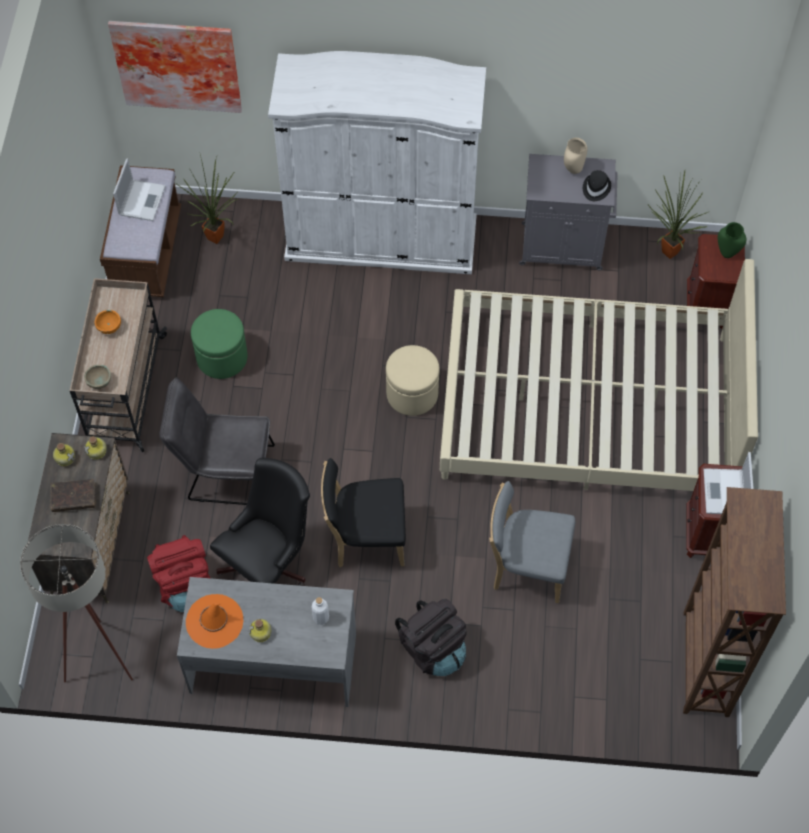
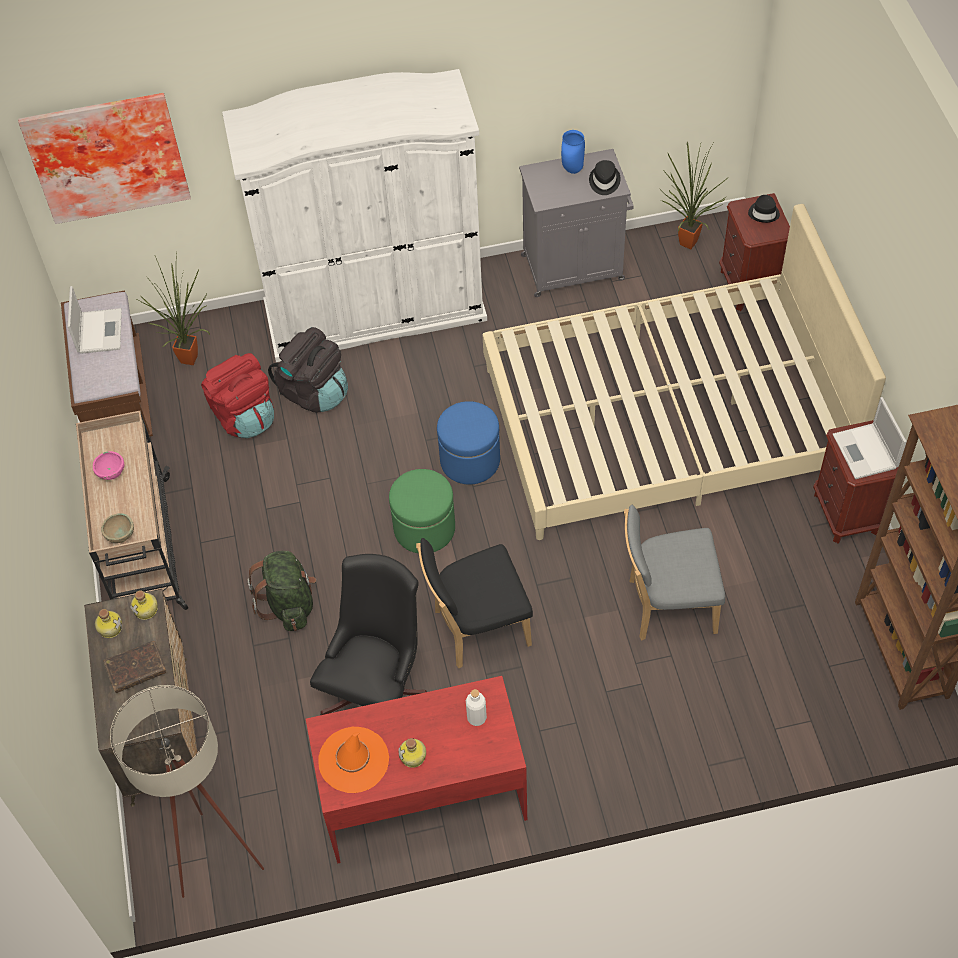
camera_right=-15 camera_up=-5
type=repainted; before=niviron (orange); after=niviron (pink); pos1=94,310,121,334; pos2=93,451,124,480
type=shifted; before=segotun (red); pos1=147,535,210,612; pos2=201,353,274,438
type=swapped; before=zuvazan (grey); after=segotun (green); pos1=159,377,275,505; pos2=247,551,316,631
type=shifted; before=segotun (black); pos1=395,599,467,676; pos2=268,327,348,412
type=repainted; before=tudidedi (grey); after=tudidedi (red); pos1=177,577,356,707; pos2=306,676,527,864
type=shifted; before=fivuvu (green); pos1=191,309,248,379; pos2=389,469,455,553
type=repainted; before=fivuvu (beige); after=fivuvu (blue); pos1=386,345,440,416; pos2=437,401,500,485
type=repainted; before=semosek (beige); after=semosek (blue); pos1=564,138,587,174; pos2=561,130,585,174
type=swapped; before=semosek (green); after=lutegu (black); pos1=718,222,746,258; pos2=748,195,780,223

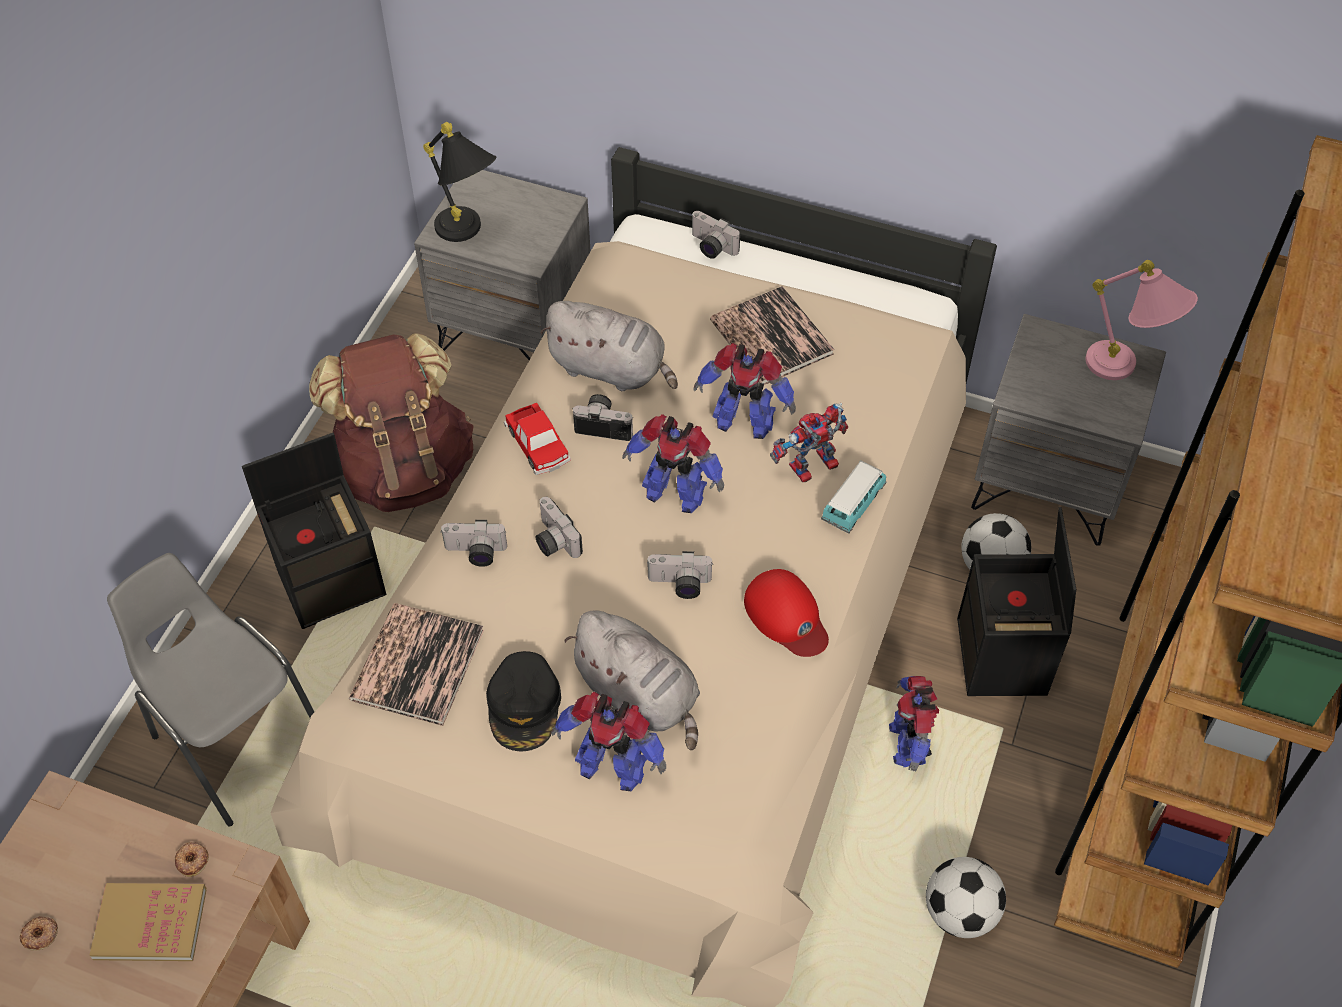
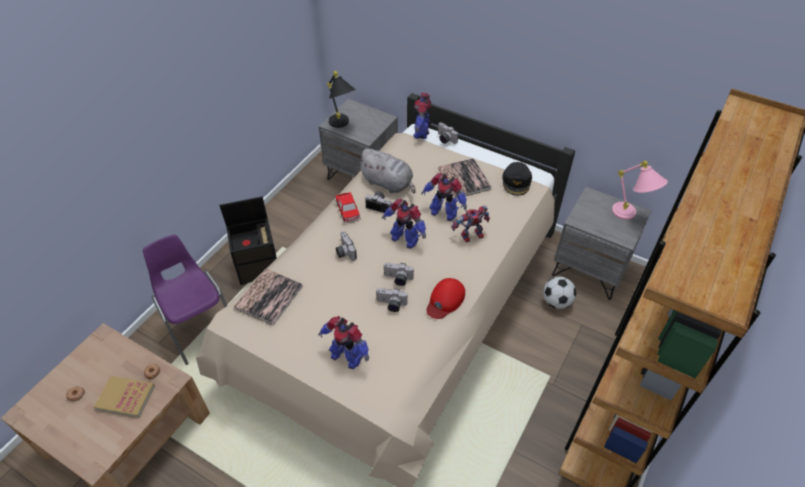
camera_right=10 camera_up=-5
type=repainted; before=zuvazan (grey); after=zuvazan (purple); pos1=107,553,314,827; pos2=143,234,227,365
type=shifted; before=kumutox; pos1=440,520,507,567; pos2=376,288,408,312
type=shifted; before=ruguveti; pos1=889,676,939,772; pos2=413,93,431,139
type=rotated; before=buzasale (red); pos1=744,569,829,657; pos2=426,278,465,319; turn=60
type=shifted; before=buzasale (black); pos1=486,651,561,752; pos2=502,162,532,196
type=gone; before=segotun (brown); pos1=309,333,474,512
type=gone; before=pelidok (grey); pos1=564,610,700,750
type=gone; before=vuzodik; pos1=821,460,886,534
type=gone; before=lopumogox; pos1=926,857,1006,938
type=gone; before=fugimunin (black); pos1=957,507,1076,696

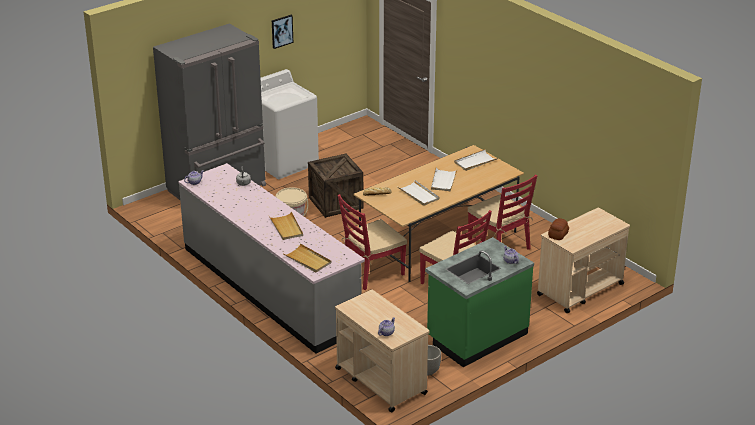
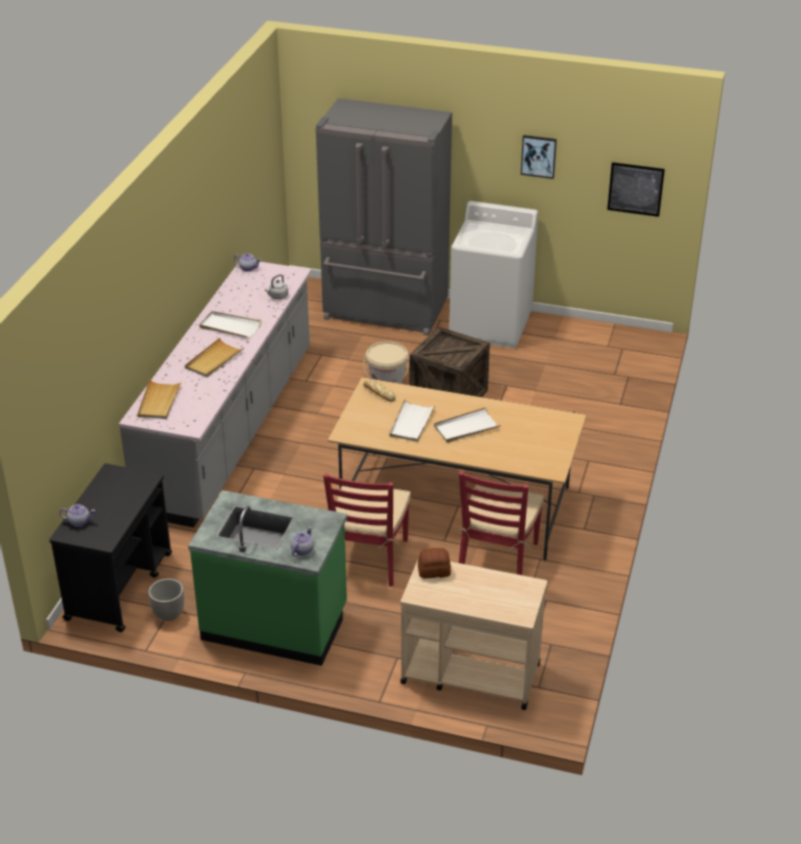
camera_right=55 camera_up=5
type=repainted; before=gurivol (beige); after=gurivol (black); pos1=335,289,430,412; pos2=49,463,172,632
type=shifted; before=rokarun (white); pos1=454,149,498,171; pos2=199,311,262,338
type=new; after=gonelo; pos2=607,162,665,217
type=gone; before=zuvazan (red); pos1=338,194,407,290

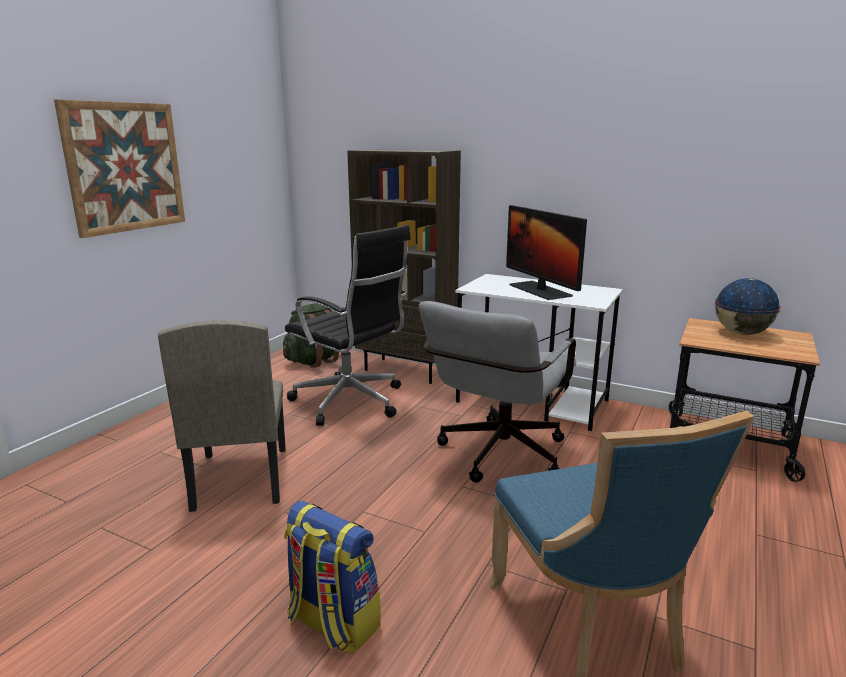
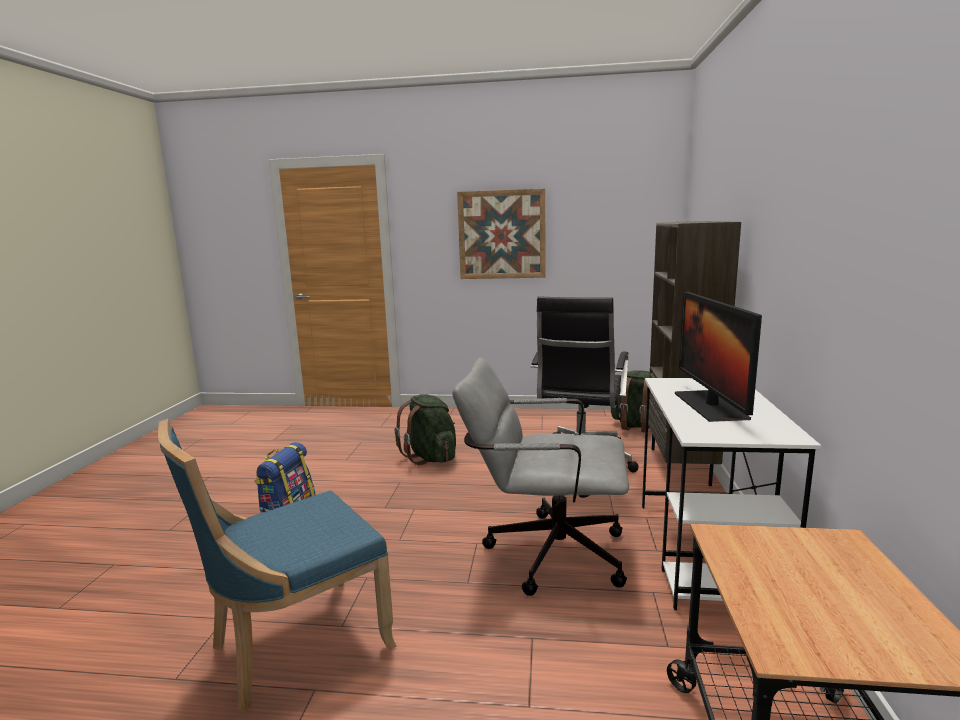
camera_right=70 camera_up=-5
type=swapped; before=zuvazan (beige); after=segotun (green); pos1=158,320,286,512; pos2=394,394,456,465
type=rotated; before=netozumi; pos1=506,205,587,300; pos2=675,292,762,422; turn=-45
type=gone; before=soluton; pos1=715,278,781,335

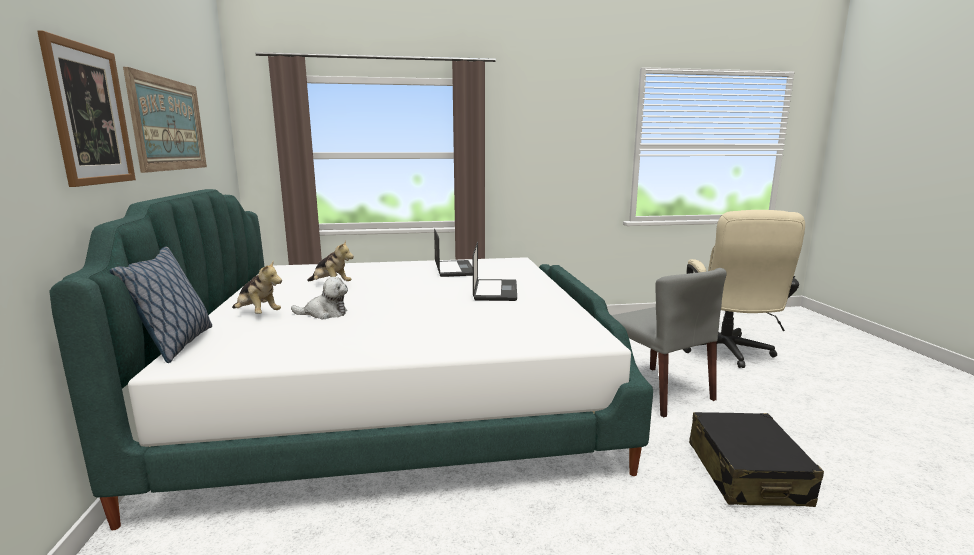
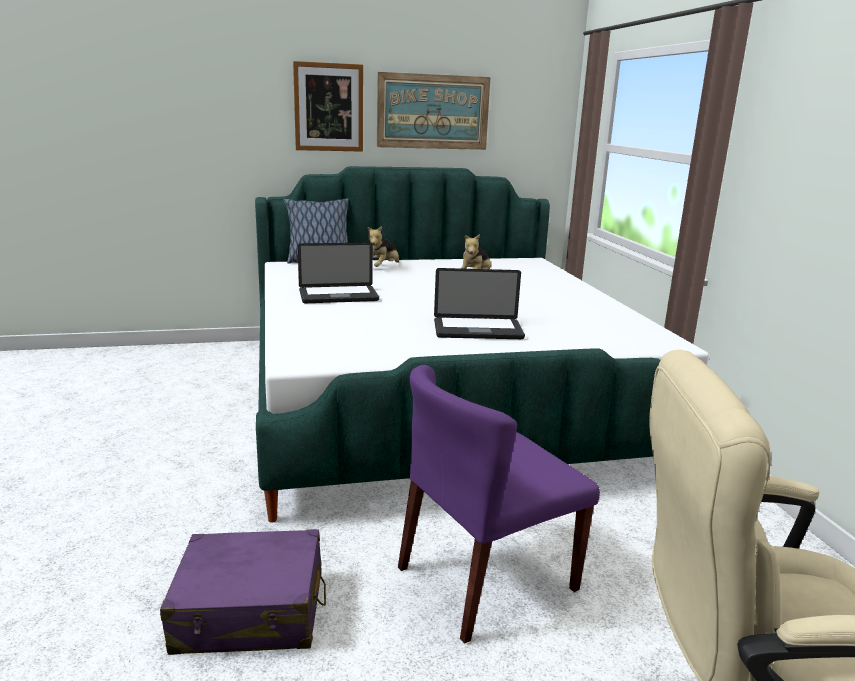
camera_right=85 camera_up=5
type=repainted; before=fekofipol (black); after=fekofipol (purple); pos1=689,412,824,507; pos2=160,529,326,655
type=shifted; before=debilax; pos1=434,229,473,277; pos2=298,243,379,303
type=repainted; before=zuvazan (grey); after=zuvazan (purple); pos1=611,268,727,417; pos2=398,365,600,644
type=gone; before=pelidok; pos1=291,277,348,320

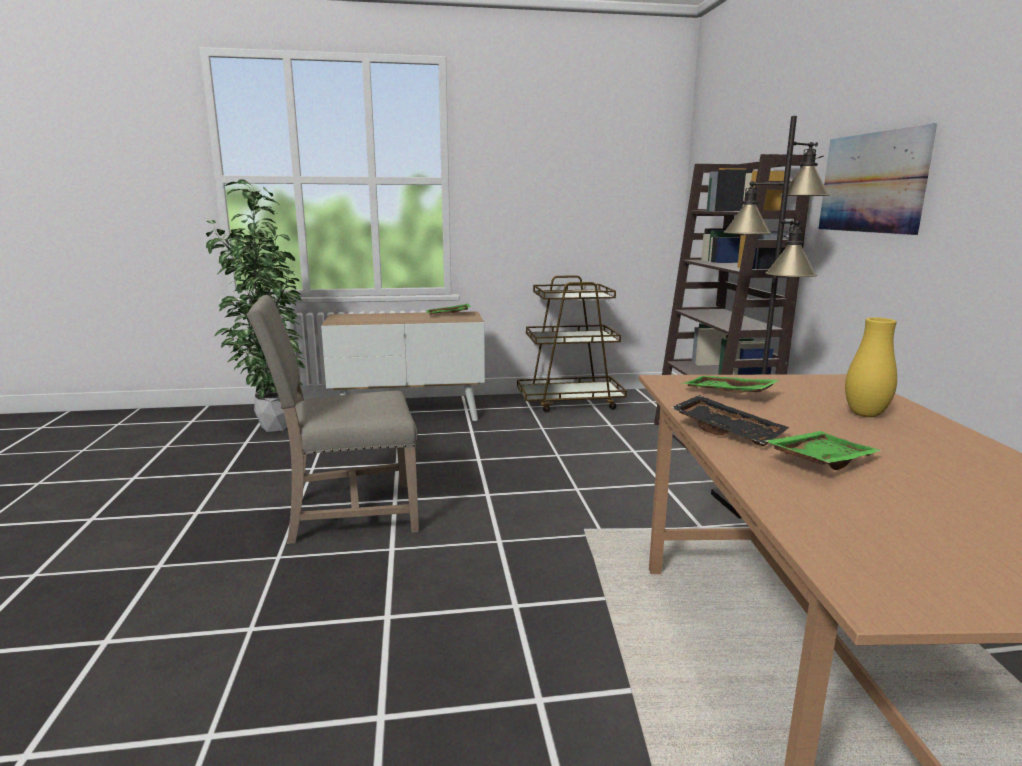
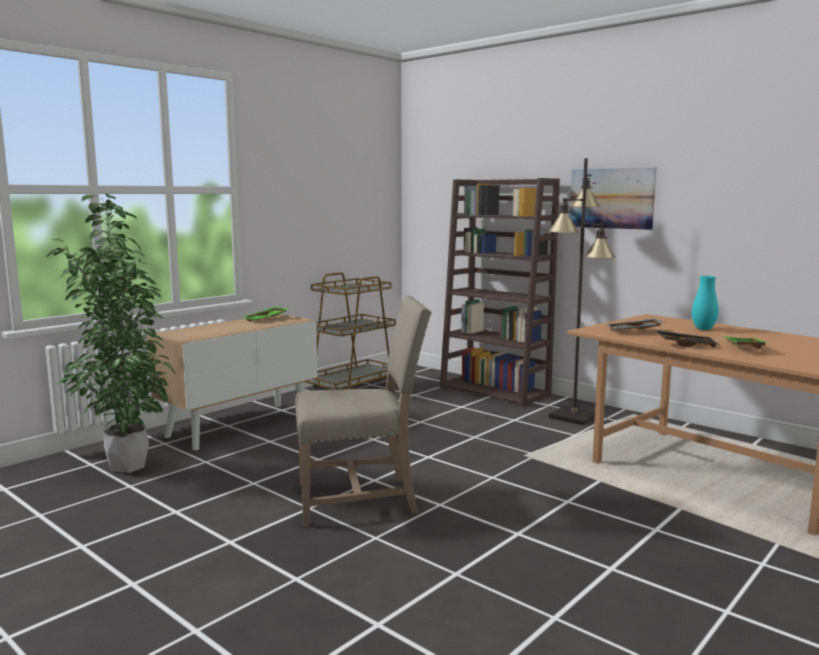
camera_right=-40 camera_up=-5
type=rotated; before=zuvazan (beige); pos1=247,295,419,544; pos2=295,296,432,527; turn=-135
type=repainted; before=rokarun (green); after=rokarun (grey); pos1=683,376,779,393; pos2=606,318,664,331
type=repainted; before=semosek (yellow); after=semosek (turquoise); pos1=845,317,897,417; pos2=692,276,719,330

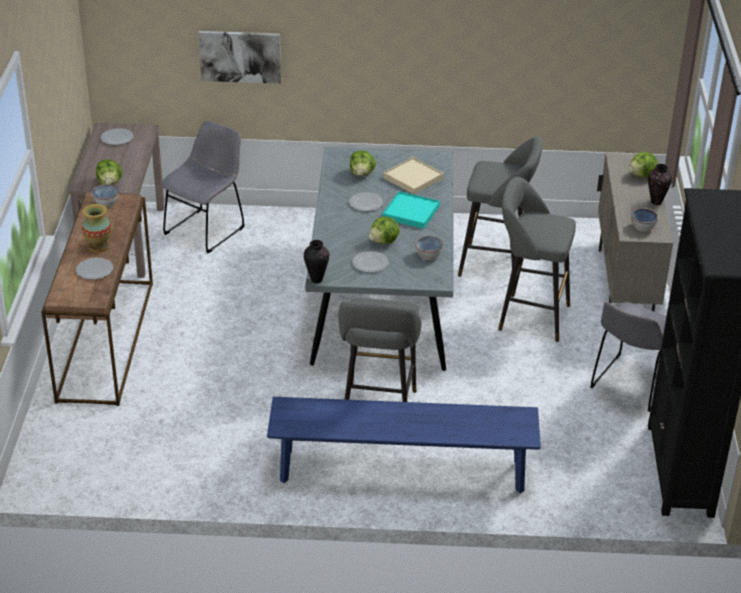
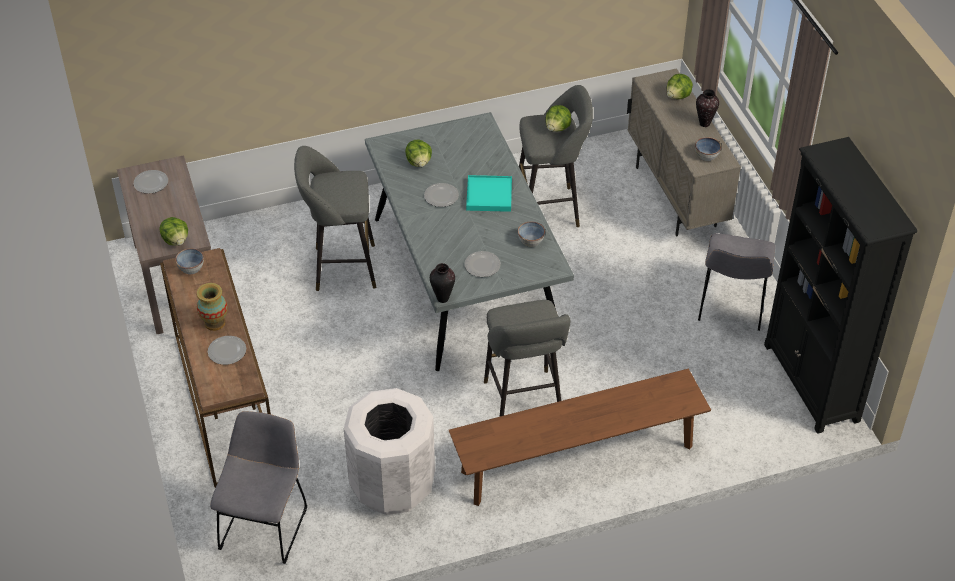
camera_right=-20 camera_up=10
type=shifted; before=zuvazan (grey); pos1=161,121,245,253; pos2=210,411,307,564
type=shifted; before=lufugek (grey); pos1=498,177,576,342; pos2=294,146,376,291
type=new; after=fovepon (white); pos2=344,388,435,515
type=repainted; before=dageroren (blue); after=dageroren (brown); pos1=267,397,541,493; pos2=449,369,711,506
type=shifted; before=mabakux; pos1=369,217,400,244; pos2=545,105,571,132
type=gone; before=gonelo; pos1=198,31,281,84
type=gone; before=rokarun (beige); pos1=383,157,444,194

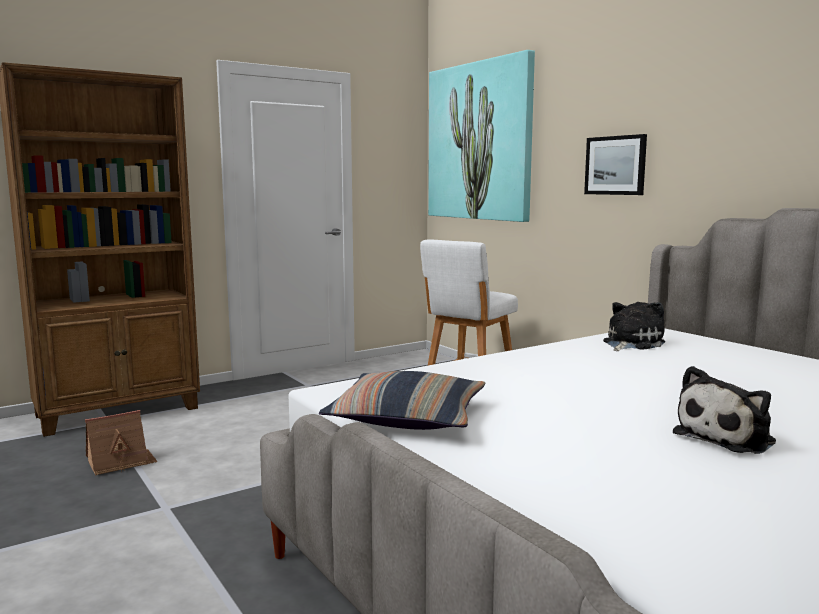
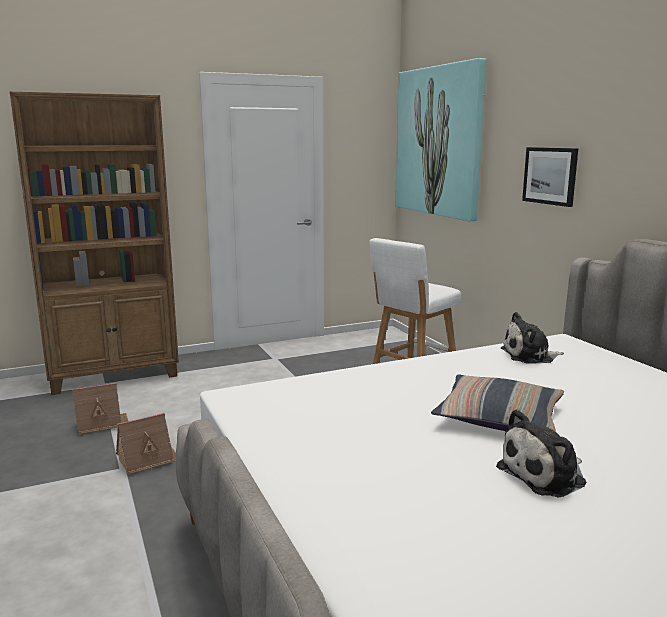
camera_right=10 camera_up=5
type=new; after=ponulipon; pos2=116,413,176,475
type=shifted; before=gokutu; pos1=319,371,485,430; pos2=431,375,564,432
type=rotated; before=pelidok; pos1=603,302,665,351; pos2=501,312,564,364; turn=-150

